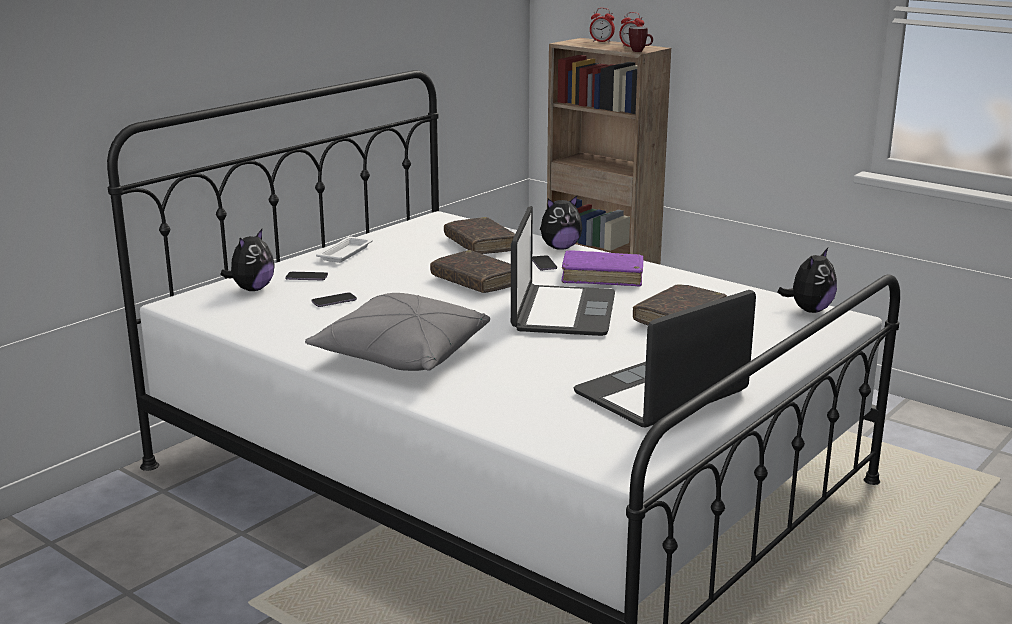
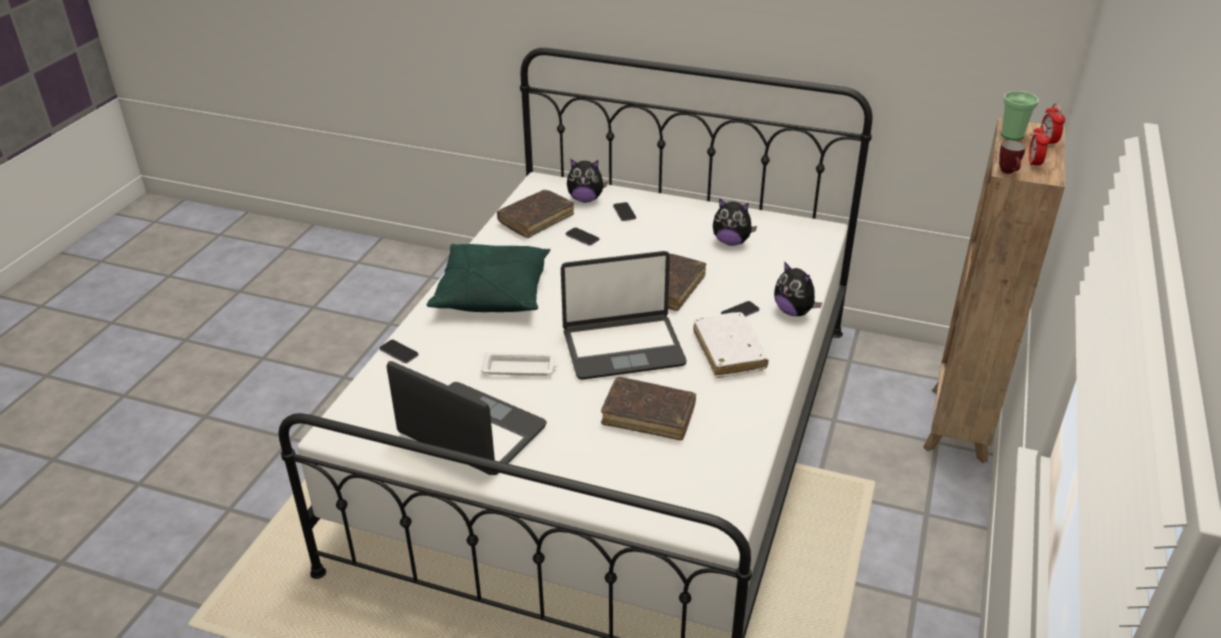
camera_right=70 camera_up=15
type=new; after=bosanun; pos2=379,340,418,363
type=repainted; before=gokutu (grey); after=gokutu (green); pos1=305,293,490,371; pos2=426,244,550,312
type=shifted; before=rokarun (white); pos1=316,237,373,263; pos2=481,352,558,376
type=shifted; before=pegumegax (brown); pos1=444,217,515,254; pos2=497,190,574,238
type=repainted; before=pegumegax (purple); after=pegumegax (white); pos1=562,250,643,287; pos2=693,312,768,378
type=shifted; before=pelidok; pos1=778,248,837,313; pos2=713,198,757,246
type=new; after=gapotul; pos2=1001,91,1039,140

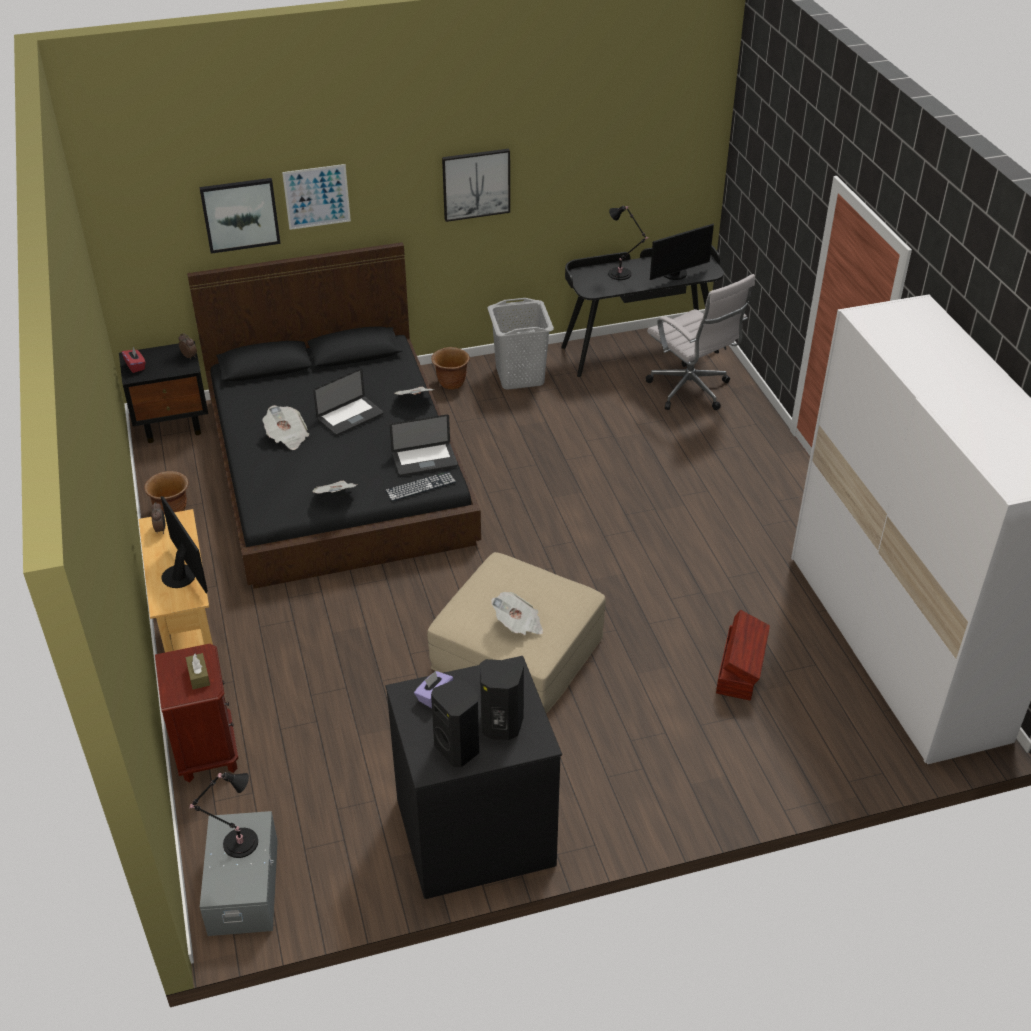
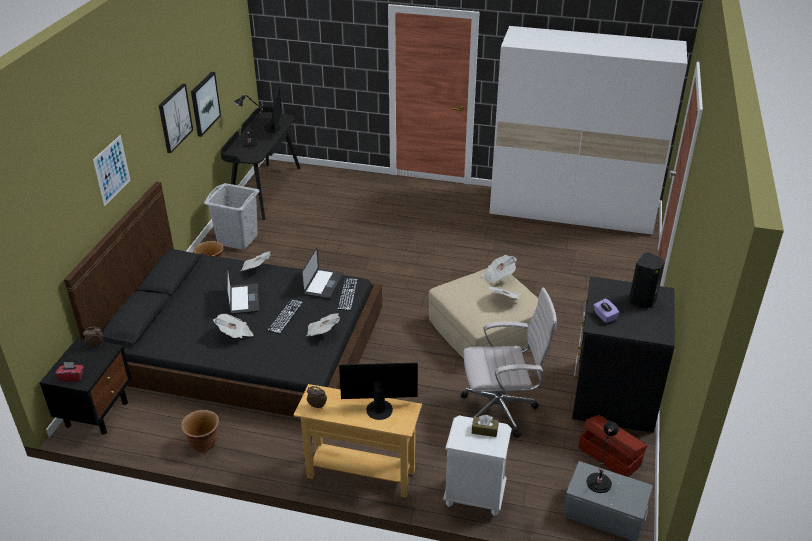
camera_right=-60 camera_up=-5
type=shifted; before=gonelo; pos1=199,178,281,254; pos2=191,72,221,137
type=new; after=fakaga; pos2=267,300,303,334
type=repainted; before=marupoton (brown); after=marupoton (white); pos1=155,644,238,783; pos2=443,416,512,516
type=shifted; before=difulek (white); pos1=646,274,755,410; pos2=461,288,557,438
type=new; after=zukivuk; pos2=481,255,517,284
type=shifted; before=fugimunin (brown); pos1=716,610,770,700; pos2=578,415,648,477
type=gone; before=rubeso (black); pos1=431,679,479,767

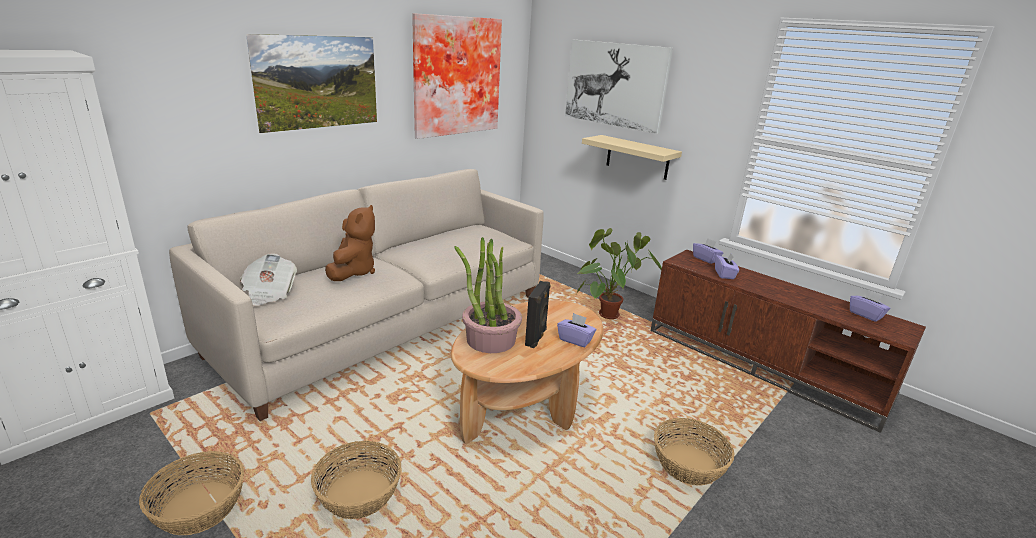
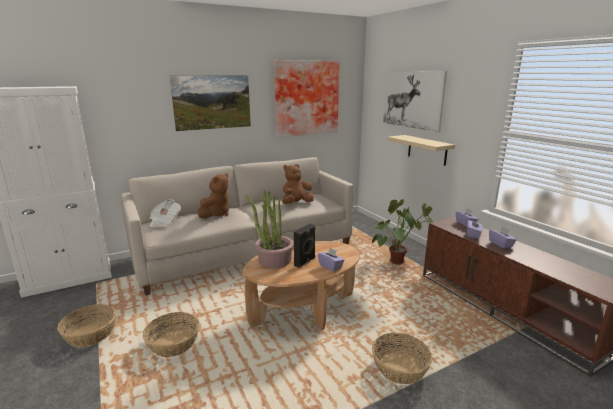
camera_right=20 camera_up=-5
type=new; after=pelidok (brown); pos2=282,164,314,204
type=shifted; before=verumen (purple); pos1=850,290,890,322; pos2=489,226,517,249

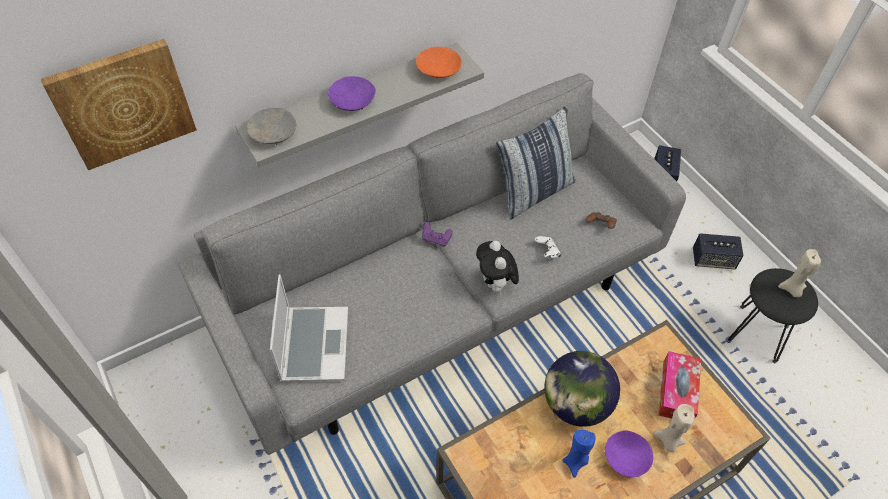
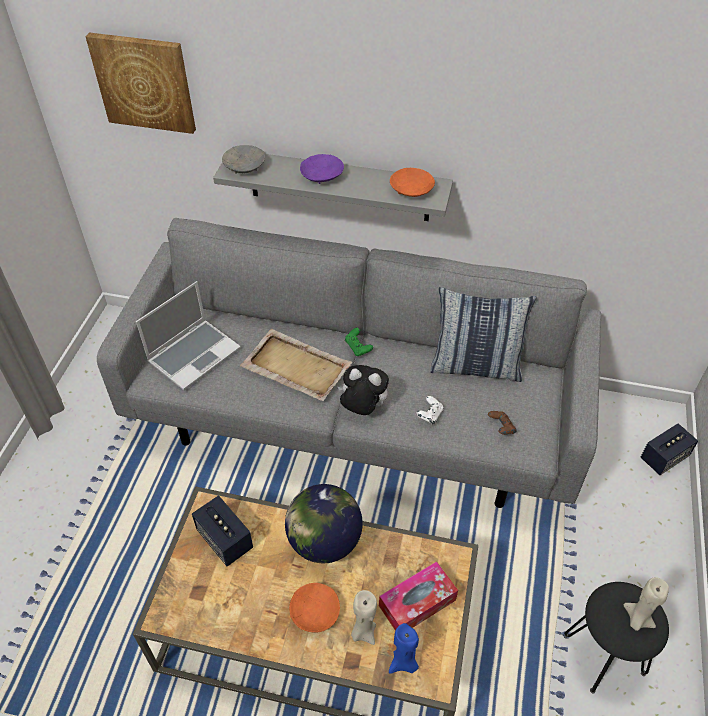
camera_right=45 camera_up=-5
type=shifted; before=rubeso; pos1=693,233,744,270; pos2=192,496,253,566
type=new; after=rokarun (beige); pos2=240,329,352,401
type=repainted; before=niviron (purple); after=niviron (orange); pos1=605,431,653,477; pos2=289,583,340,632
type=rotated; before=pelidok; pos1=476,241,519,295; pos2=338,365,389,415; turn=75
type=repainted; before=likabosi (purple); after=likabosi (green); pos1=422,222,453,247; pos2=345,327,373,356
type=shifted; before=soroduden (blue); pos1=562,430,596,478; pos2=389,623,419,674

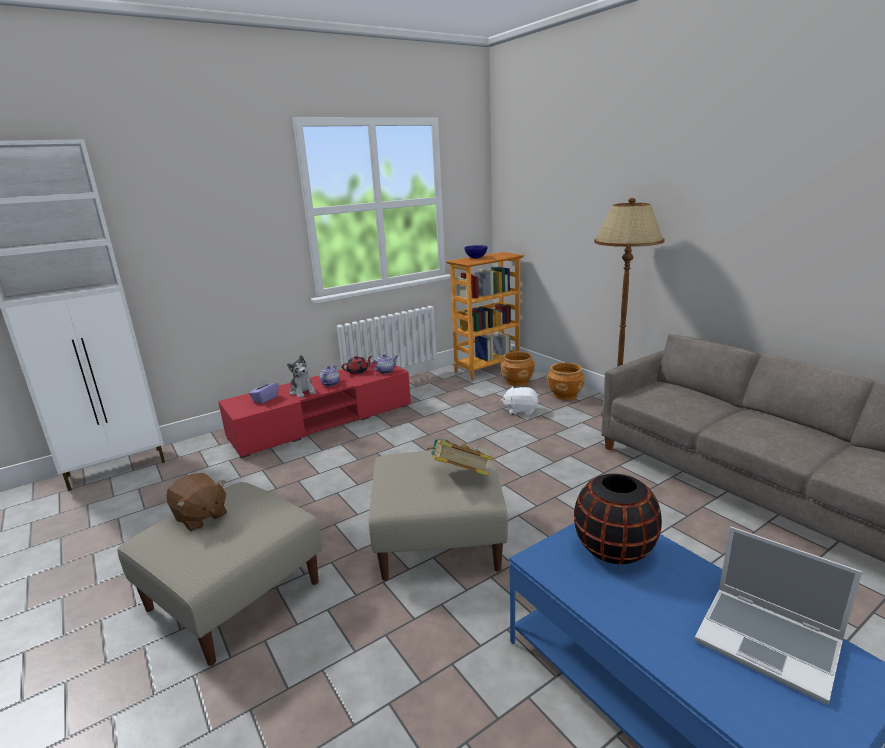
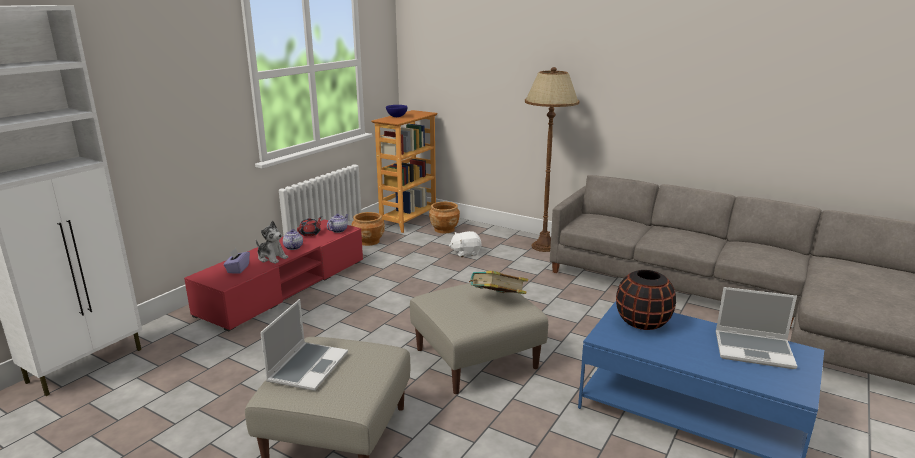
camera_right=-25 camera_up=0
type=swapped; before=pelidok (brown); after=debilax; pos1=167,473,227,532; pos2=260,299,348,391
type=shifted; before=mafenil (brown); pos1=547,363,585,400; pos2=351,212,385,246

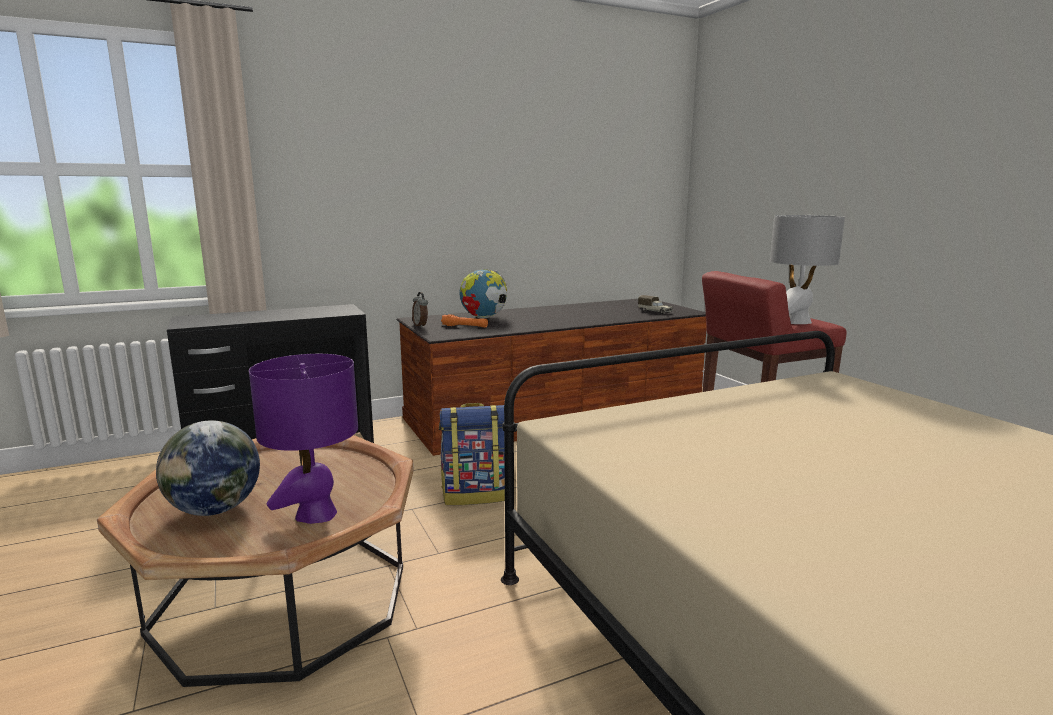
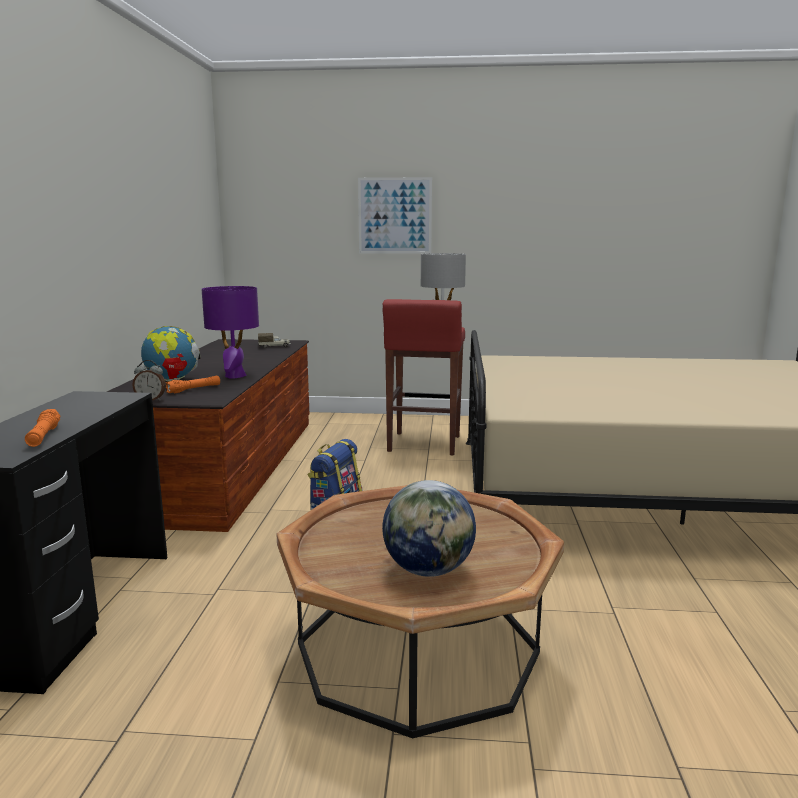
camera_right=-60 camera_up=0
type=new; after=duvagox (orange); pos2=25,409,60,447
type=shifted; before=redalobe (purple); pos1=249,354,358,524; pos2=202,286,259,379
type=new; after=gonelo; pos2=358,177,432,254

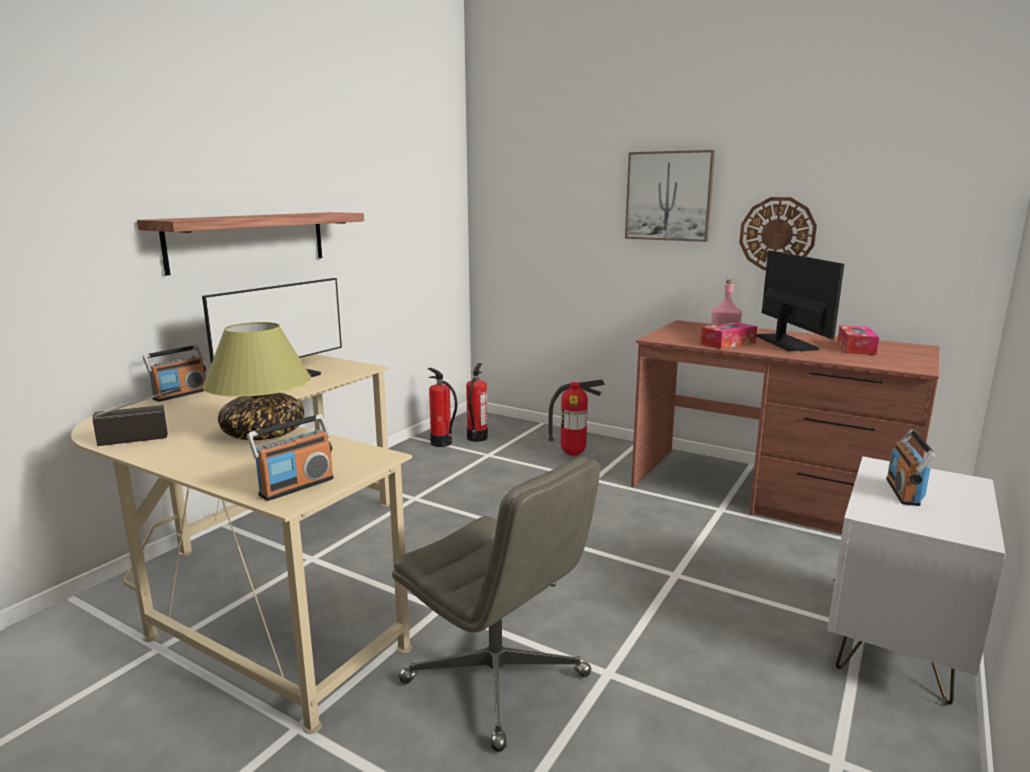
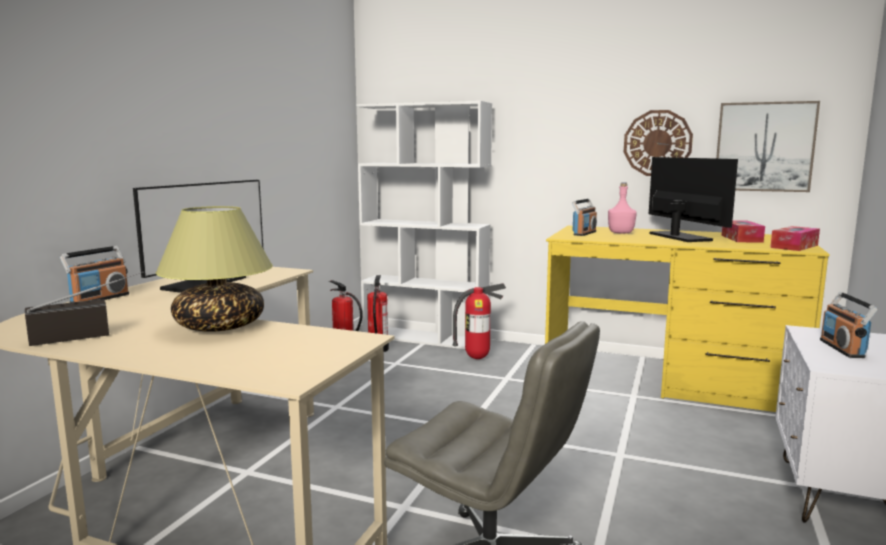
camera_right=-10 camera_up=-5
type=new; after=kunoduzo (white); pos2=356,101,492,349
type=repainted; before=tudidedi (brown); after=tudidedi (yellow); pos1=631,320,940,534; pos2=545,226,830,412
type=shifted; before=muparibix; pos1=247,414,334,501; pos2=572,199,597,236
type=shifted; before=gonelo; pos1=625,150,715,242; pos2=716,101,820,192
type=shifted; before=verumen; pos1=700,322,757,349; pos2=770,226,820,251
type=gone; before=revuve; pos1=137,212,364,276

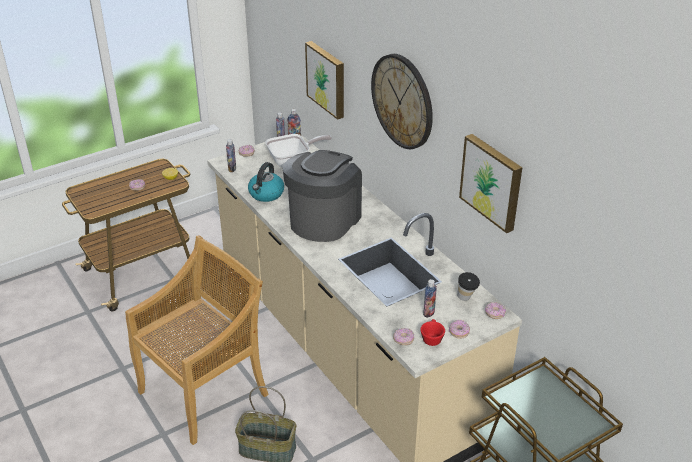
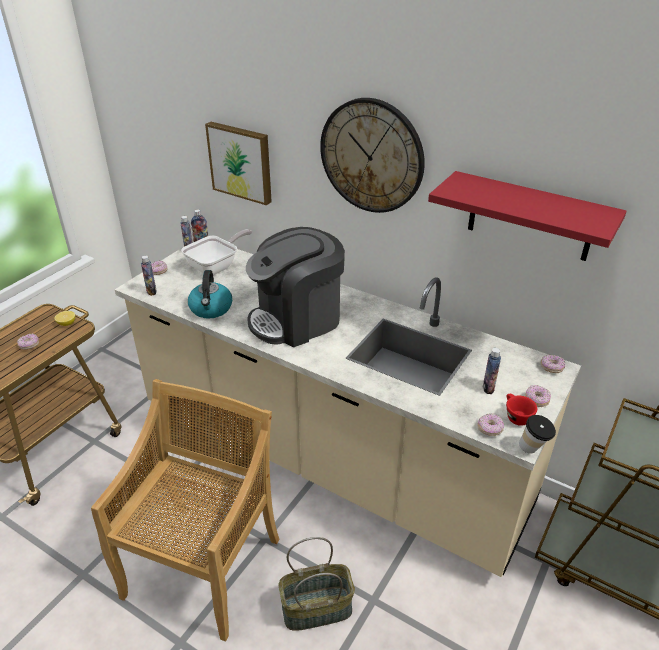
camera_right=-25 camera_up=0
type=rotated; before=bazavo; pos1=283,150,362,242; pos2=246,227,345,347; turn=-120
type=swapped; before=gonelo; after=revuve (red); pos1=459,134,522,233; pos2=428,171,627,261
type=shifted; before=gapotul; pos1=457,272,480,301; pos2=519,415,556,454

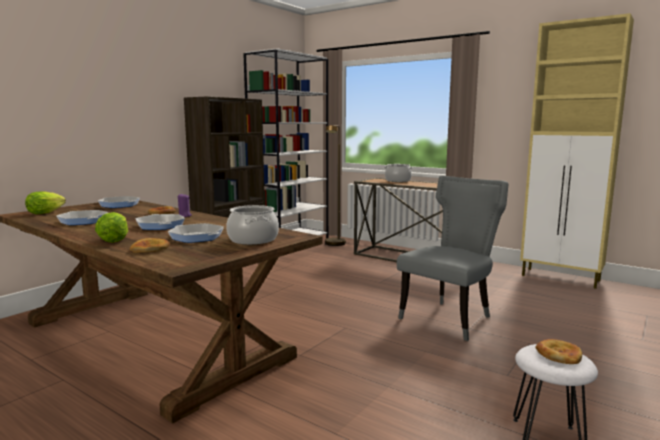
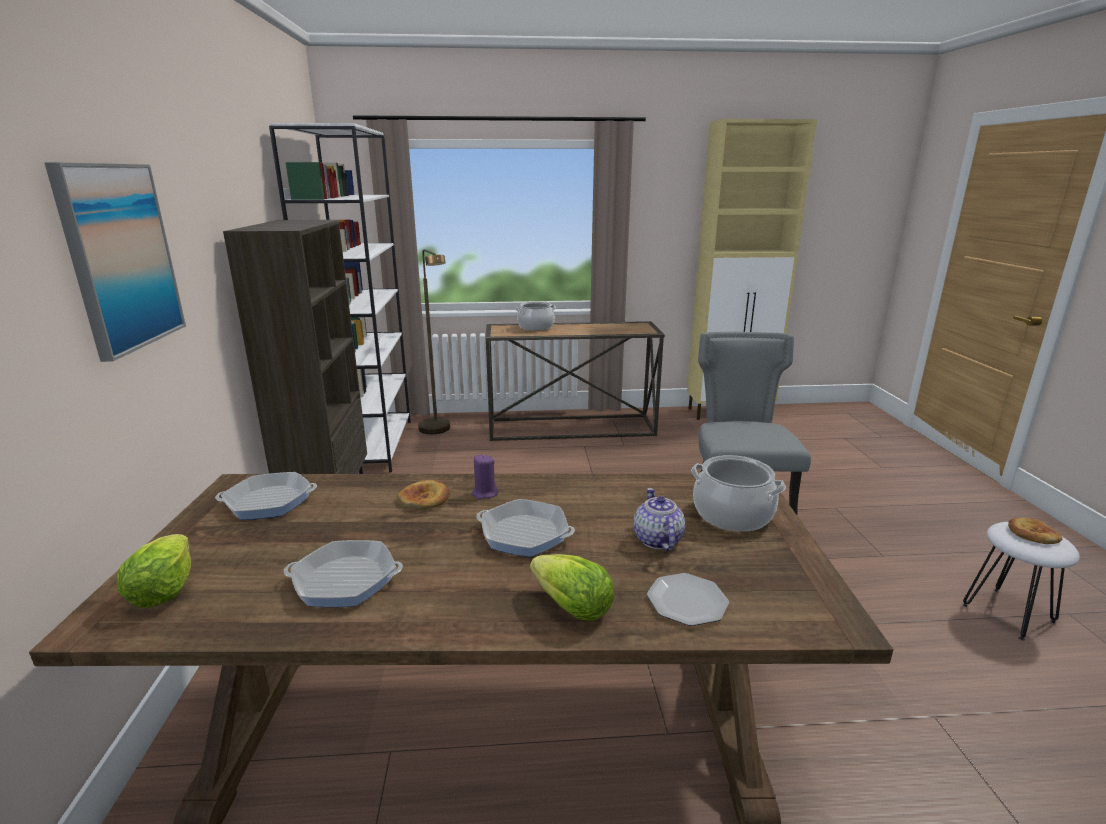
camera_right=-40 camera_up=10
type=new; after=gonelo; pos2=44,162,186,362
type=swapped; before=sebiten; after=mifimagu; pos1=168,223,224,243; pos2=633,488,685,551
type=swapped; before=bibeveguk; after=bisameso; pos1=130,238,170,253; pos2=647,573,729,626

